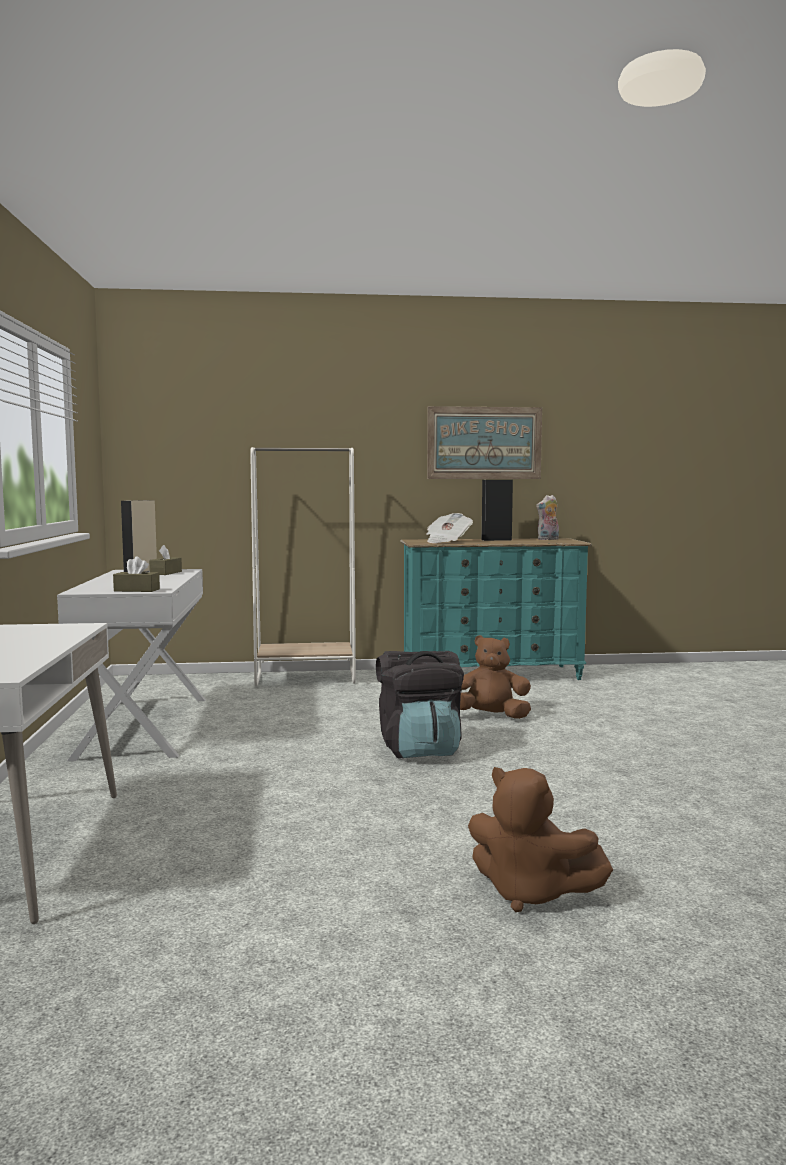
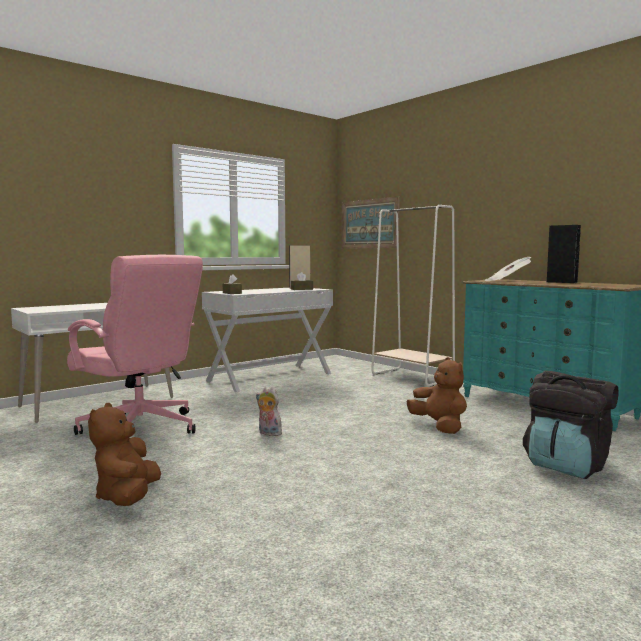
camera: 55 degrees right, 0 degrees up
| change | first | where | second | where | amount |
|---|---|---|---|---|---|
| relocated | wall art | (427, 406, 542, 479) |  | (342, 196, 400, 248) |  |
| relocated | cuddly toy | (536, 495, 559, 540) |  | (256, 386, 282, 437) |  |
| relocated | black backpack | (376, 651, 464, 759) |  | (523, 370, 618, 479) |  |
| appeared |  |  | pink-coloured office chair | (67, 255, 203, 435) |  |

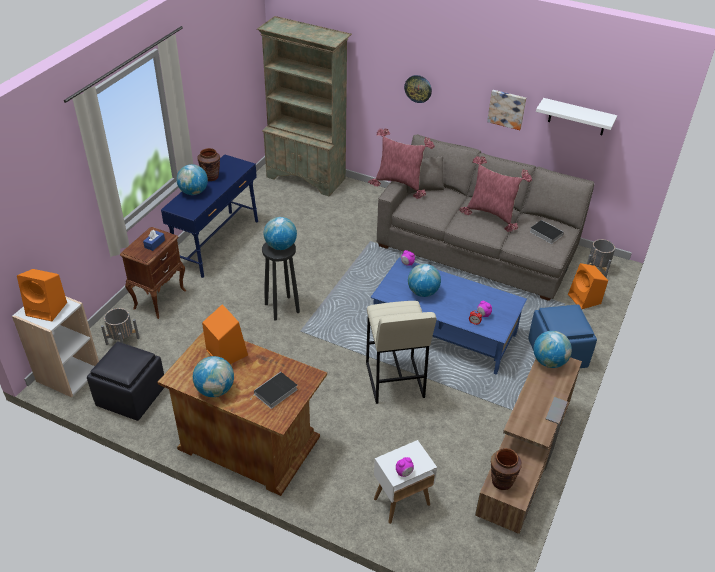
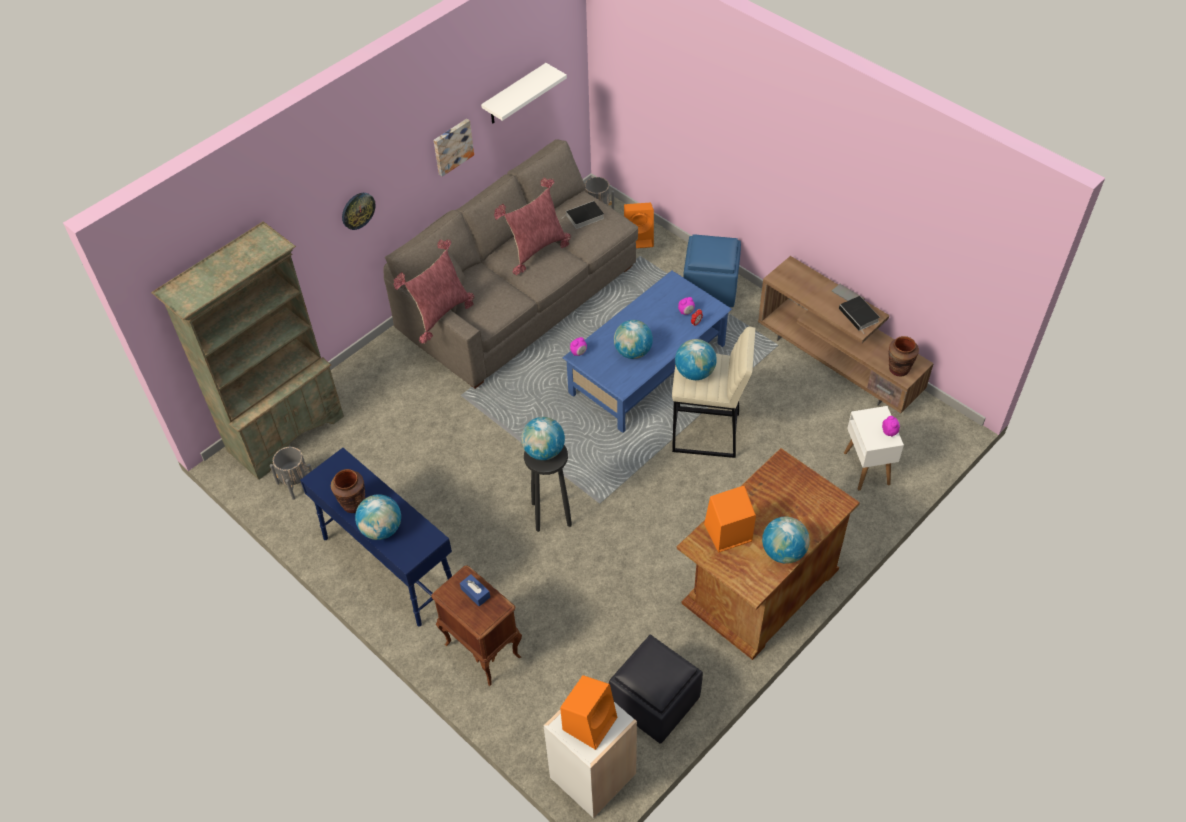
camera: 70 degrees left, 10 degrees up
| change | first | where | second | where | amount |
|---|---|---|---|---|---|
| relocated | grey plant pot | (101, 308, 140, 345) |  | (270, 447, 312, 500) |  |
| relocated | globe | (533, 331, 572, 368) |  | (675, 339, 717, 380) |  |
| relocated | book | (251, 372, 298, 409) |  | (839, 296, 880, 335) |  |

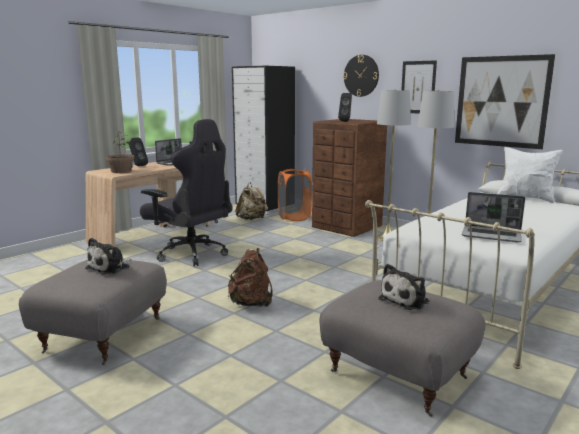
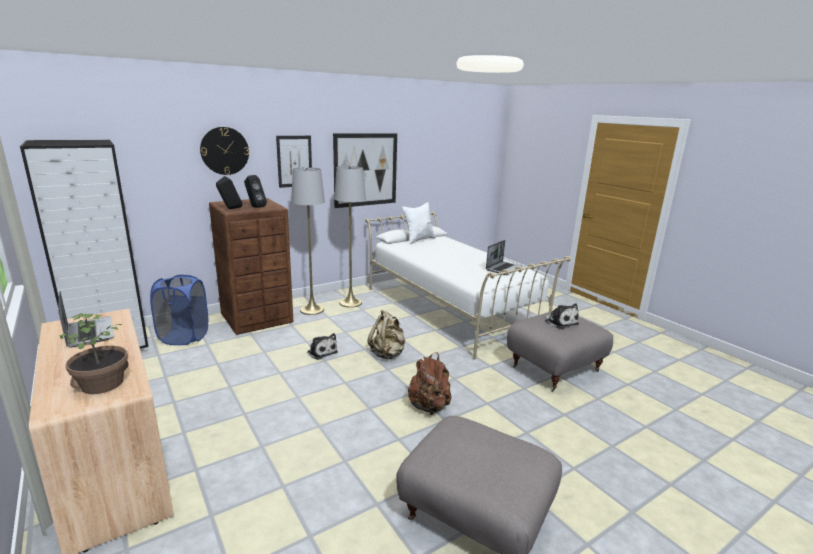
camera: 75 degrees left, 5 degrees up
| change | first | where | second | where | amount |
|---|---|---|---|---|---|
| missing | black office chair | (140, 119, 233, 266) |  |  |  |
| relocated | black speaker | (129, 137, 148, 166) |  | (216, 176, 242, 209) |  |
| colour | orange hamper | (278, 169, 312, 221) | bluish hamper | (150, 275, 208, 345) |  |
| relocated | sand-coloured backpack | (235, 182, 268, 220) |  | (368, 310, 405, 359) |  |
| relocated | cuddly toy | (85, 238, 131, 274) |  | (307, 333, 338, 360) |  |

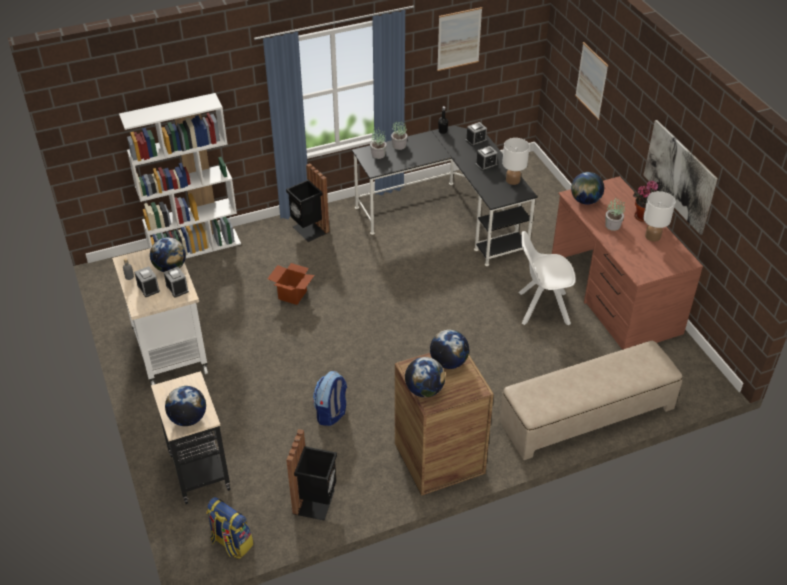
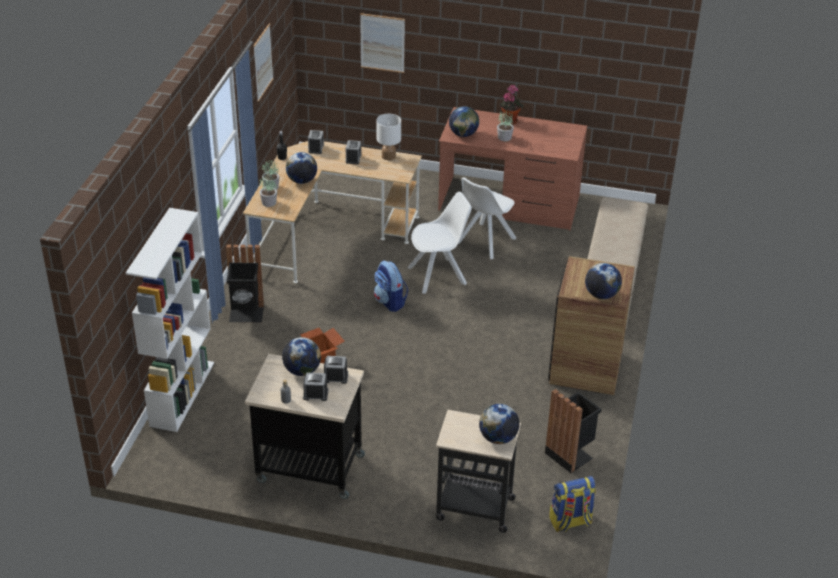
camera: 55 degrees left, 5 degrees down
| change | first | where | second | where | amount |
|---|---|---|---|---|---|
| missing | wall art | (644, 120, 718, 235) |  |  |  |
| colour | black desk | (352, 126, 538, 266) | sand-coloured desk | (243, 141, 422, 283) |  |
| missing | white table lamp | (643, 191, 676, 242) |  |  |  |
| colour | white trolley | (112, 248, 208, 385) | black trolley | (245, 354, 365, 499) |  |
| relocated | globe | (430, 330, 469, 369) |  | (286, 152, 317, 184) |  |
| relocated | backpack | (313, 371, 347, 426) |  | (374, 260, 408, 312) |  |
| appeared |  |  | white upright chair | (407, 192, 472, 294) |  |

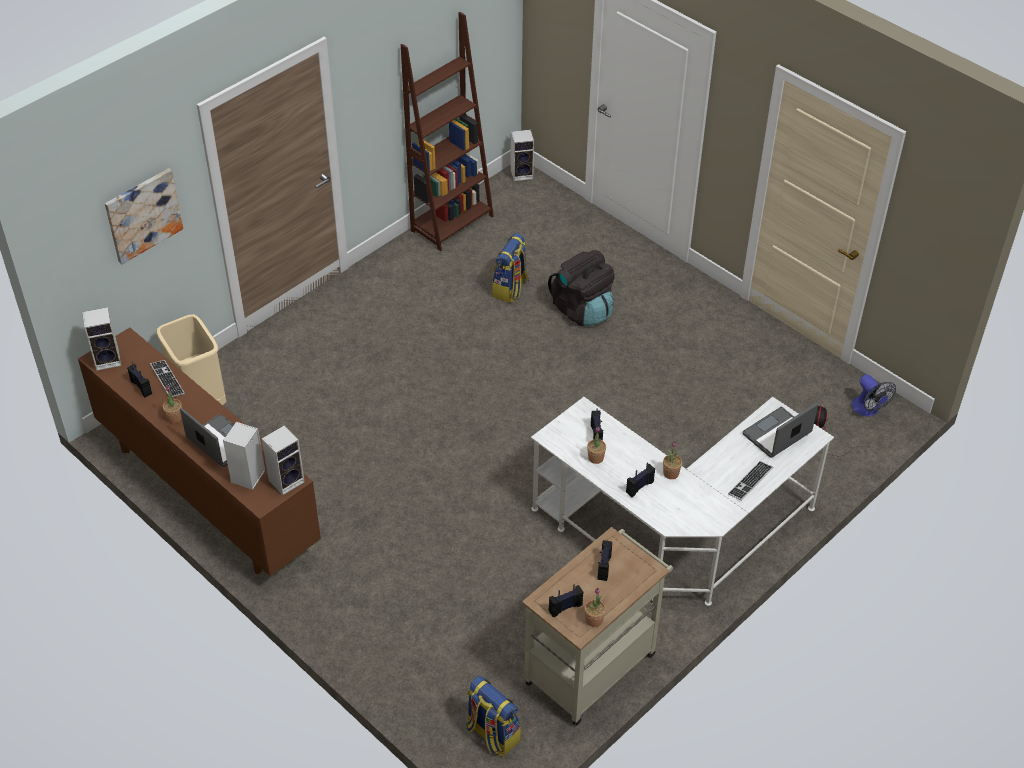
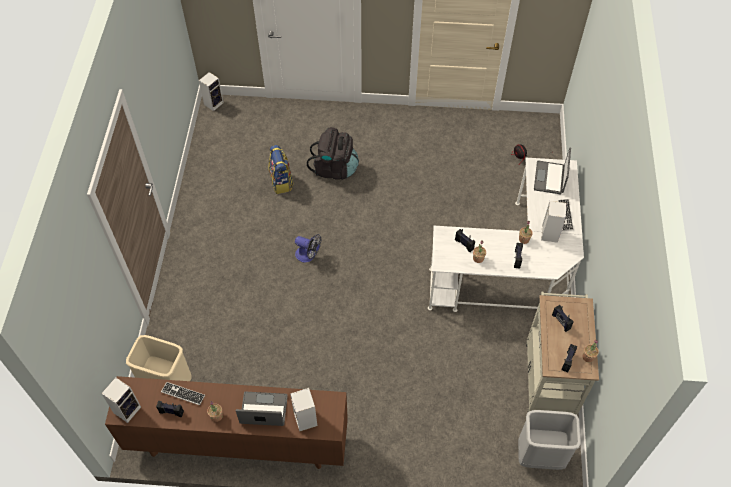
camera: 40 degrees left, 10 degrees up
| change | first | where | second | where | amount |
|---|---|---|---|---|---|
| missing | brown-coloured bookshelf | (401, 12, 494, 251) |  |  |  |
| missing | wall art | (105, 168, 183, 264) |  |  |  |
| relocated | fan | (852, 374, 896, 417) |  | (295, 234, 321, 263) |  |
| relocated | speaker | (262, 426, 304, 495) |  | (541, 201, 566, 243) |  |
| exchanged | backpack | (467, 676, 521, 757) | grey waste bin | (518, 410, 581, 470) |  |

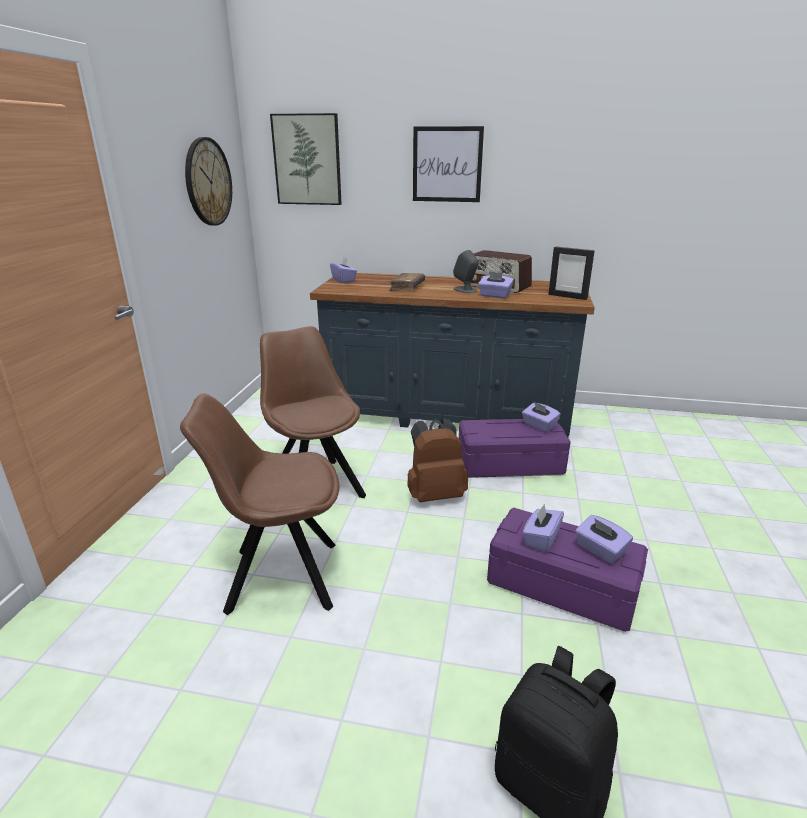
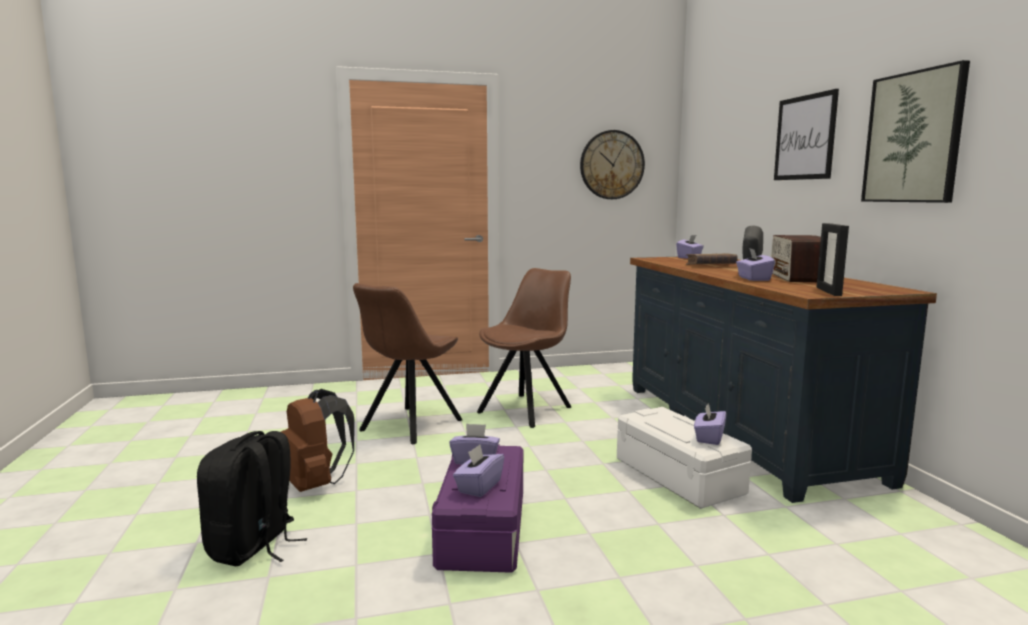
camera: 65 degrees right, 15 degrees down
| change | first | where | second | where | amount |
|---|---|---|---|---|---|
| relocated | wall art | (270, 113, 341, 205) |  | (861, 60, 970, 203) |  |
| spun | brown-coloured upright chair | (180, 394, 339, 615) |  | (353, 283, 462, 444) | 120 degrees counterclockwise |
| relocated | brown-coloured backpack | (407, 418, 468, 502) |  | (281, 389, 354, 492) |  |
| colour | purple-coloured storage bin | (459, 419, 570, 478) | white storage bin | (617, 407, 752, 509) |  |

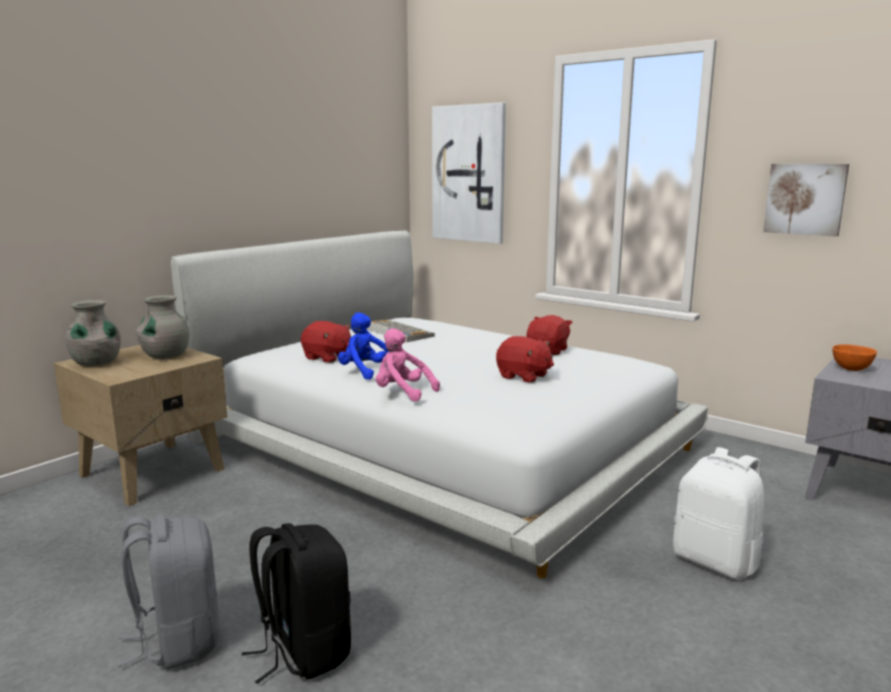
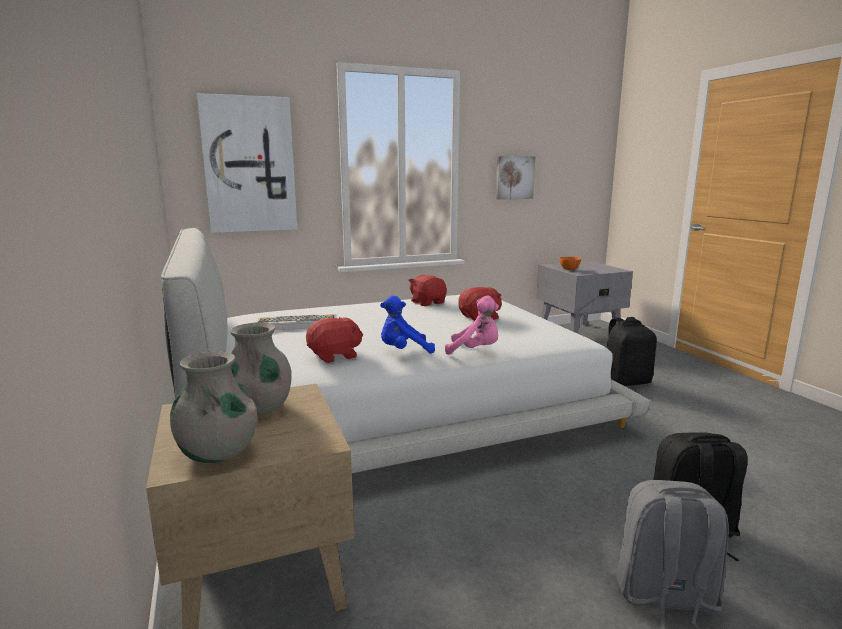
camera: 60 degrees left, 0 degrees up
| change | first | where | second | where | amount |
|---|---|---|---|---|---|
| spun | pink-coloured cuddly toy | (376, 328, 440, 401) |  | (445, 296, 499, 355) | 135 degrees counterclockwise |
| colour | white backpack | (673, 447, 764, 579) | black backpack | (607, 317, 657, 386) |  |

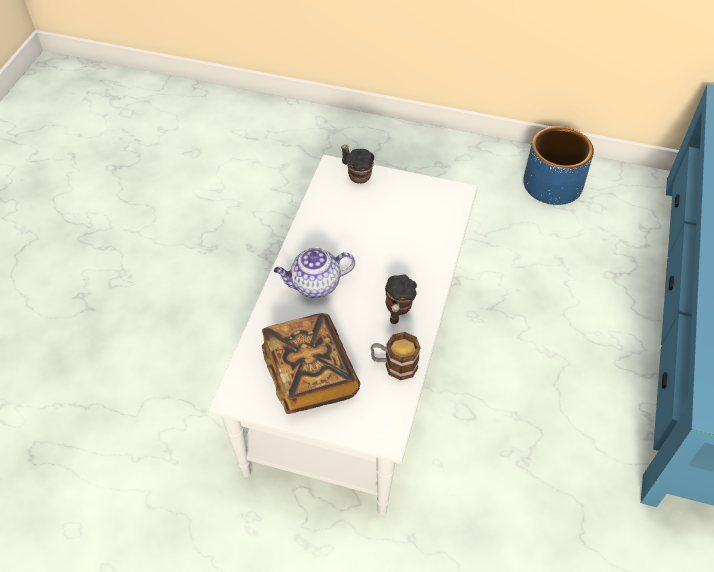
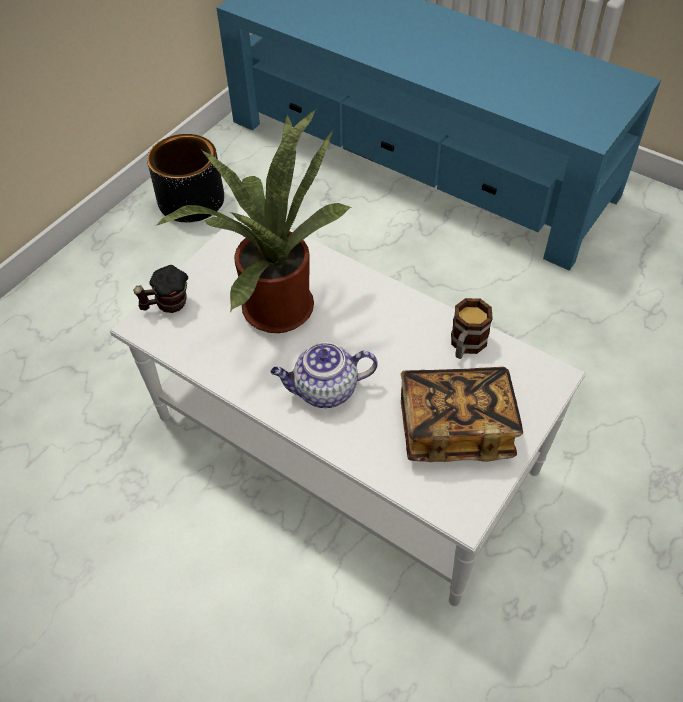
camera: 70 degrees left, 0 degrees up
| change | first | where | second | where | amount |
|---|---|---|---|---|---|
| colour | bluish plant pot | (523, 127, 594, 205) | black plant pot | (147, 134, 224, 223) |  |
| spun | tea pot | (274, 247, 355, 298) |  | (271, 342, 378, 408) | 75 degrees clockwise |
| missing | coffee mug | (385, 274, 417, 324) |  |  |  |
| appeared |  |  | potted plant | (157, 109, 352, 333) |  |

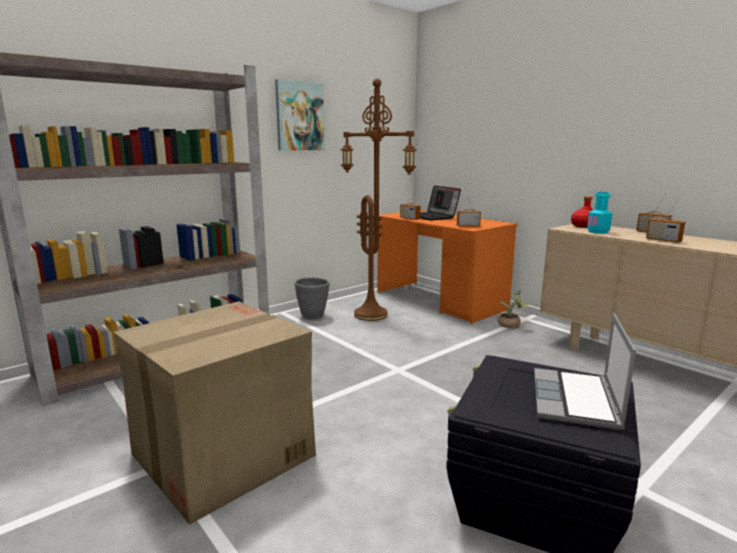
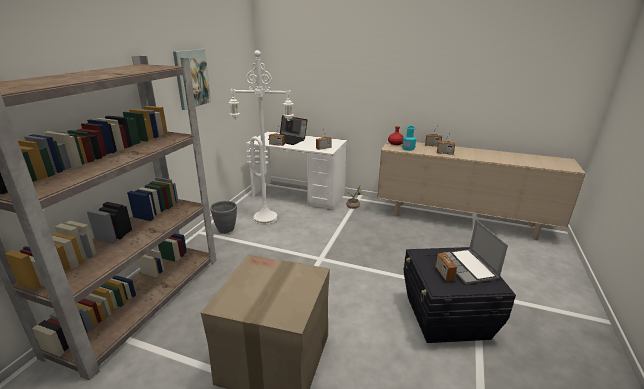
camera: 30 degrees left, 10 degrees up
| change | first | where | second | where | amount |
|---|---|---|---|---|---|
| colour | brown-coloured floor lamp | (341, 79, 417, 321) | white floor lamp | (228, 50, 294, 225) |  |
| colour | orange desk | (378, 210, 517, 324) | white desk | (246, 131, 347, 211) |  |
| appeared |  |  | radio receiver | (435, 246, 458, 281) |  |

